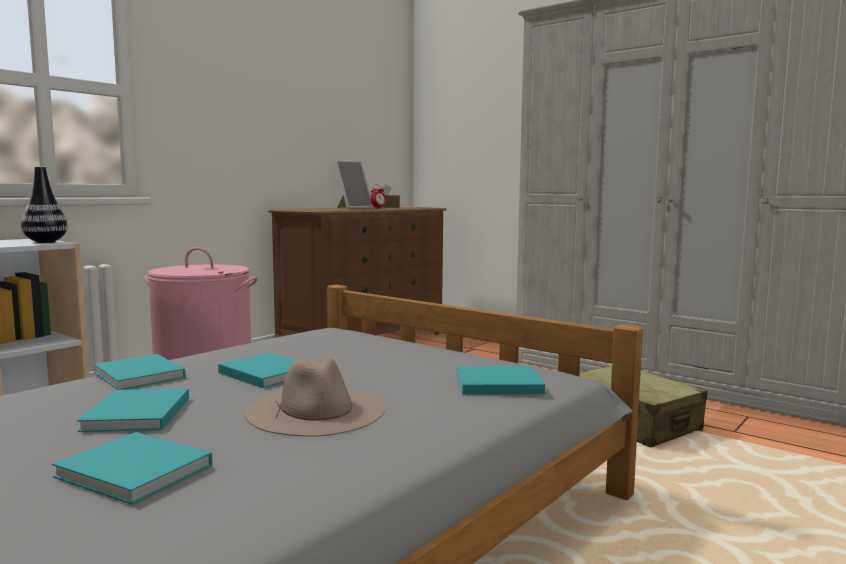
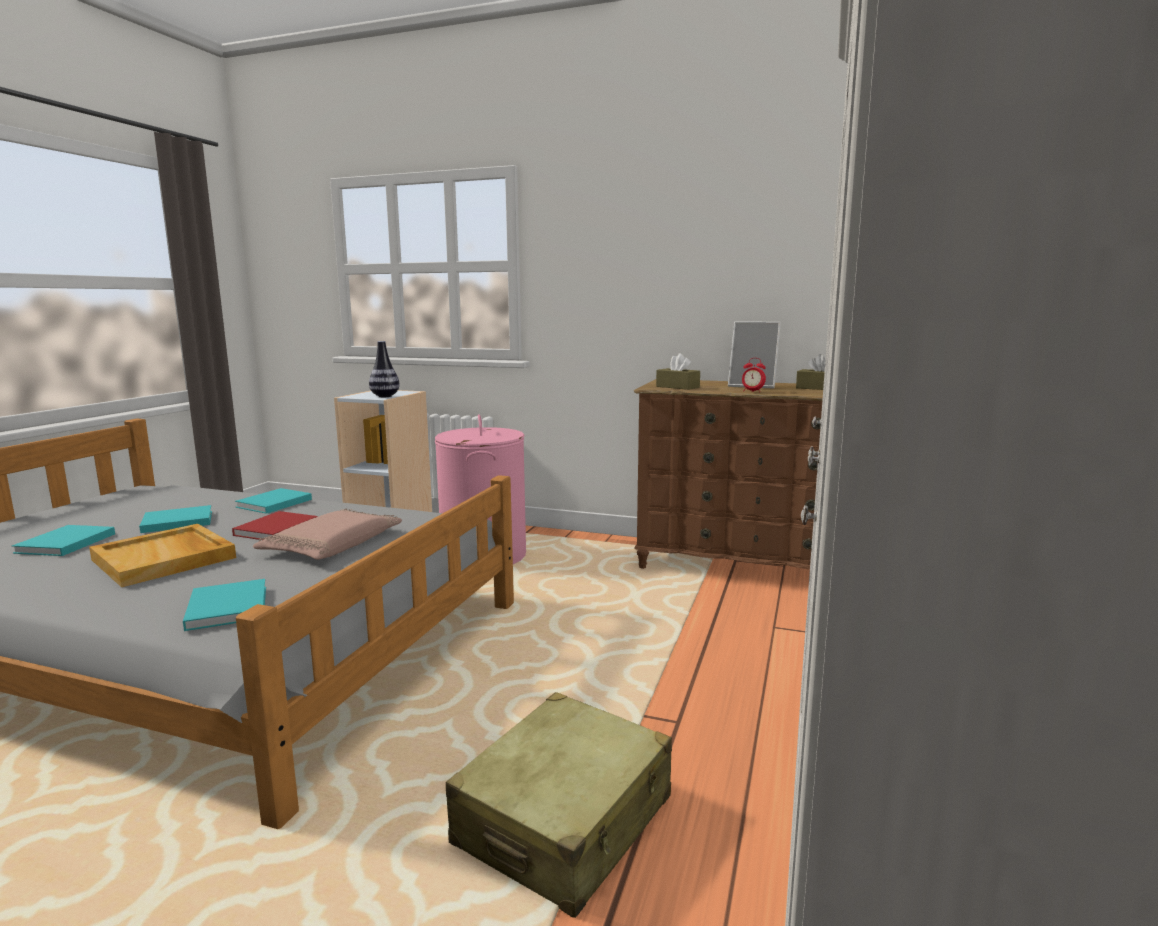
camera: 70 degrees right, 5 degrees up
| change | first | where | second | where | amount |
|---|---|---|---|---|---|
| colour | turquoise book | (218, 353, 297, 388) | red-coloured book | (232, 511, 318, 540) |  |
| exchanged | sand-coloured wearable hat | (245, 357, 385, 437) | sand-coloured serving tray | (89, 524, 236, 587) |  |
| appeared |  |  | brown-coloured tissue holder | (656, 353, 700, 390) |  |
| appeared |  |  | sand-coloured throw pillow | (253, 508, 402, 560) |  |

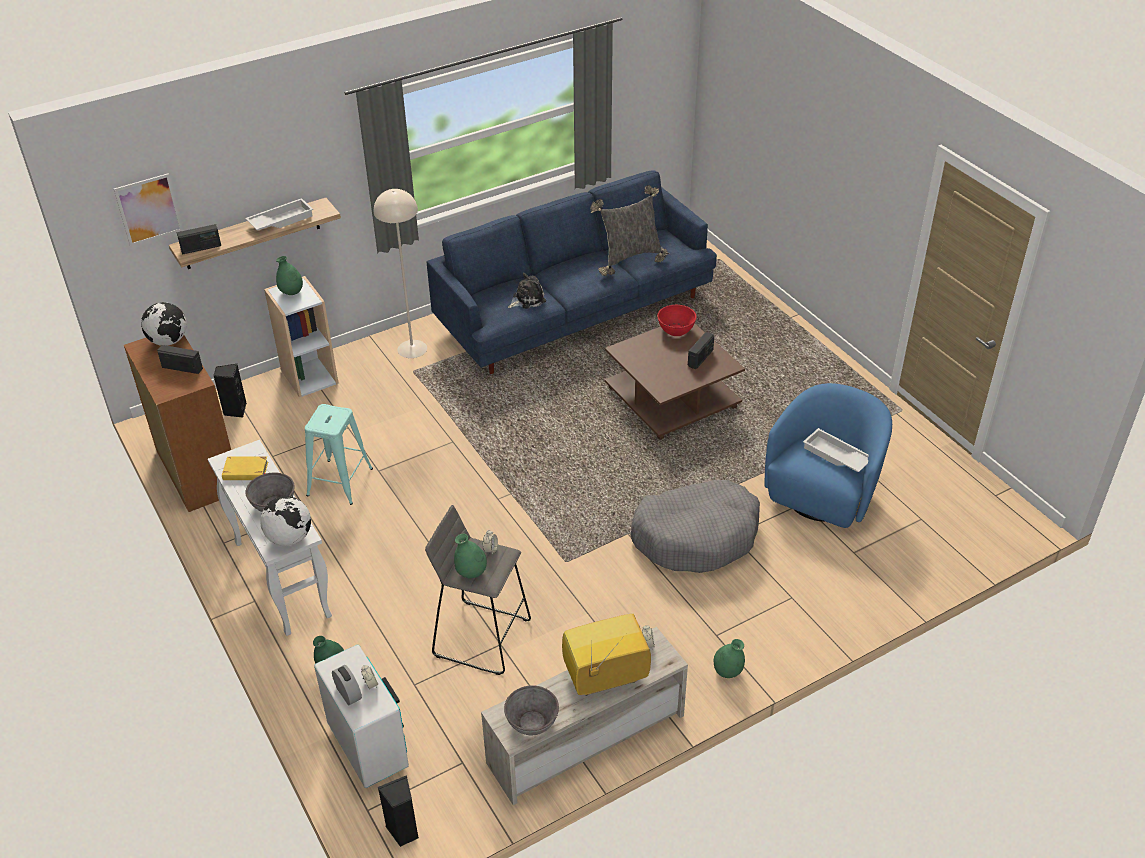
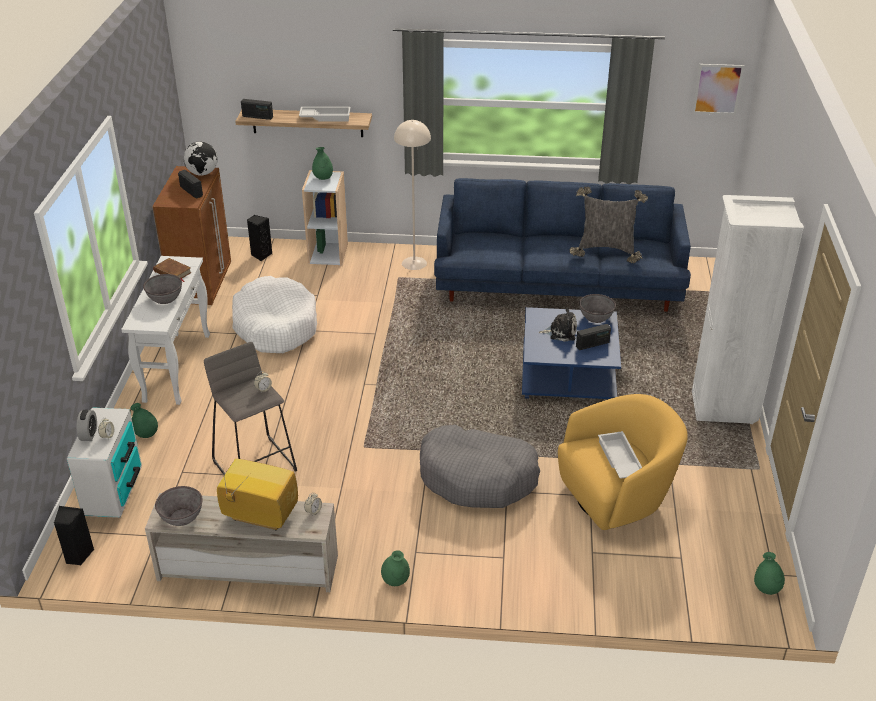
camera: 35 degrees right, 5 degrees down
| change | first | where | second | where | amount |
|---|---|---|---|---|---|
| relocated | wall art | (114, 173, 183, 246) |  | (692, 64, 744, 115) |  |
| relocated | cuddly toy | (508, 273, 546, 309) |  | (538, 307, 577, 342) |  |
| colour | red-coloured deep dish | (657, 305, 697, 336) | grey deep dish | (579, 294, 616, 323) |  |
| colour | brown-coloured lounge table | (605, 324, 745, 440) | bluish lounge table | (522, 307, 621, 399) |  |
| colour | bluish lounge chair | (764, 383, 892, 528) | yellow-coloured lounge chair | (558, 394, 688, 530) |  |
| exchanged | turquoise sitting stool | (305, 404, 373, 505) | white dog cushion | (232, 276, 317, 353) |  |
| colour | yellow-coloured book | (222, 456, 268, 480) | brown-coloured book | (153, 258, 192, 282) |  |
| missing | globe | (260, 496, 311, 546) |  |  |  |
| relocated | green vase | (454, 534, 487, 578) |  | (754, 552, 785, 595) |  |
| appeared |  |  | white storage cabinet | (692, 195, 804, 424) |  |

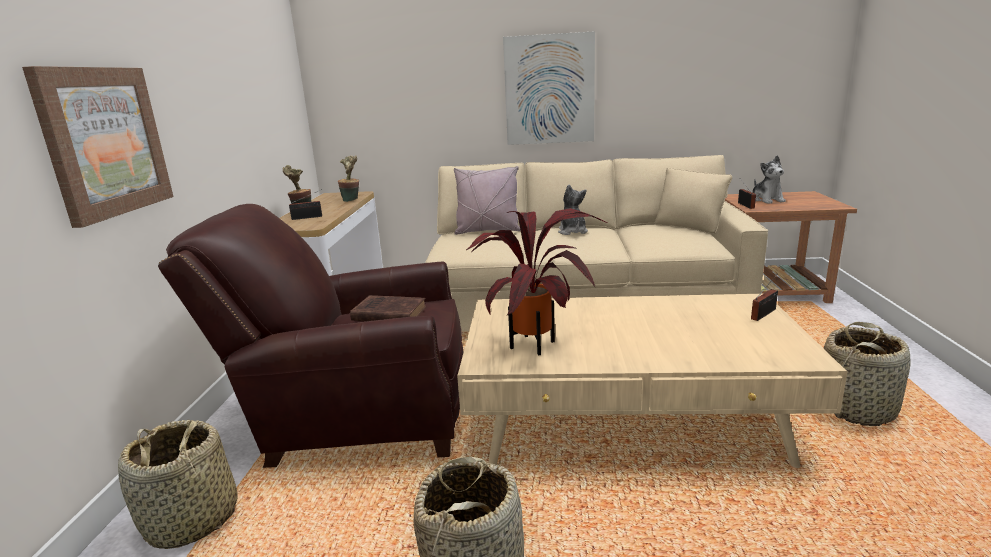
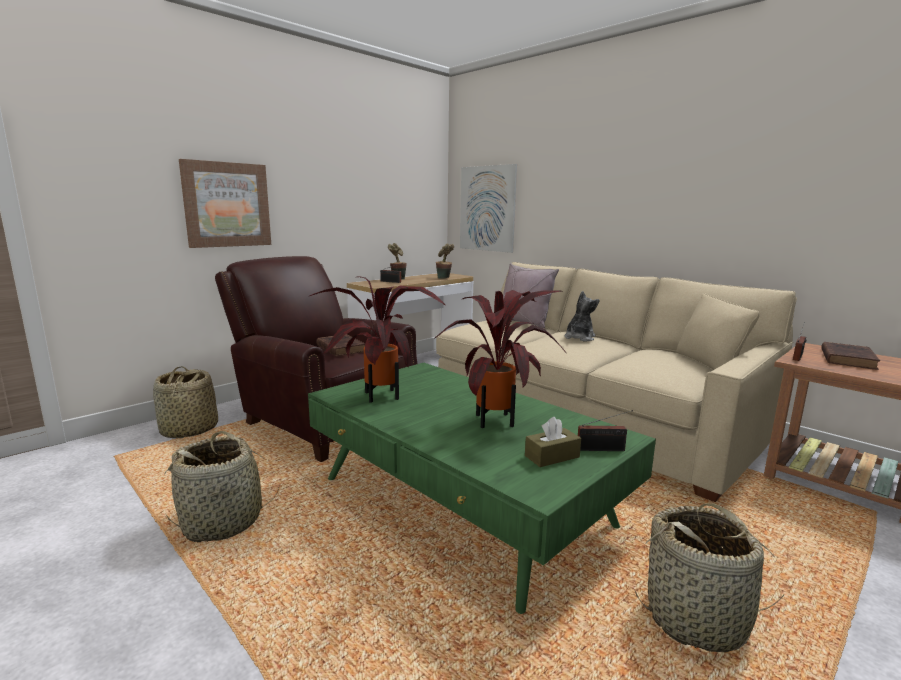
camera: 40 degrees right, 5 degrees down
| change | first | where | second | where | amount |
|---|---|---|---|---|---|
| relocated | wall art | (503, 31, 595, 145) |  | (460, 164, 517, 253) |  |
| exchanged | cuddly toy | (752, 155, 786, 204) | brown-coloured book | (821, 342, 880, 370) |  |
| colour | sand-coloured lounge table | (457, 294, 848, 468) | green lounge table | (308, 363, 656, 614) |  |
| appeared |  |  | potted plant | (435, 290, 566, 428) |  |
| appeared |  |  | brown-coloured tissue holder | (525, 417, 581, 467) |  |

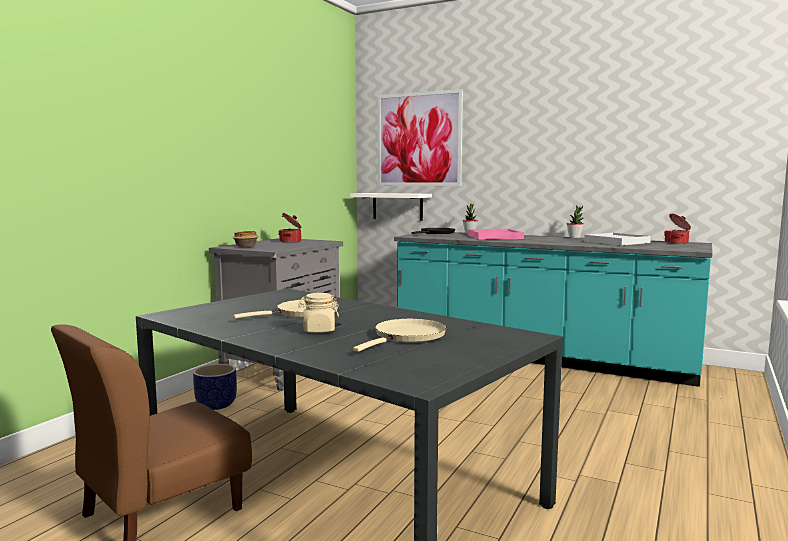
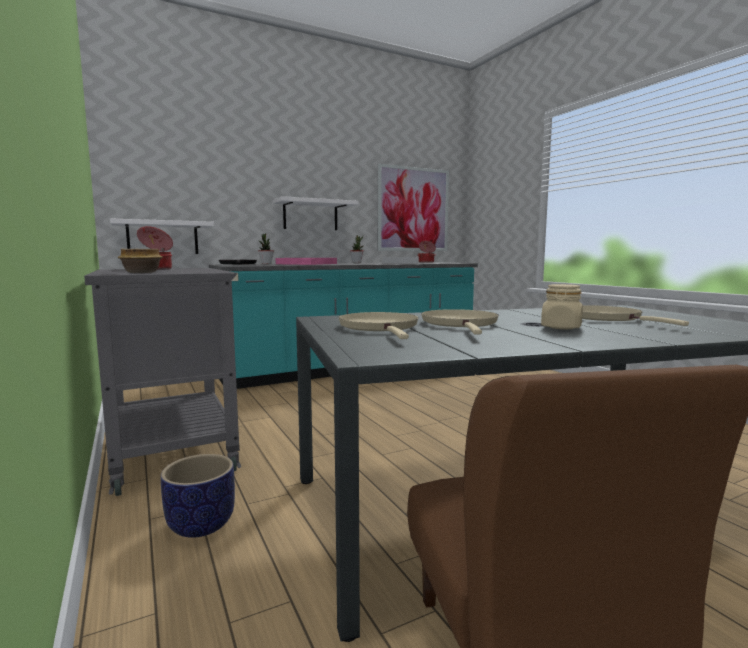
camera: 55 degrees left, 0 degrees up
| change | first | where | second | where | amount |
|---|---|---|---|---|---|
| relocated | wall art | (378, 89, 463, 186) |  | (378, 164, 449, 251) |  |
| appeared |  |  | white bracket shelf | (273, 196, 359, 230) |  |
| appeared |  |  | sand-coloured frying pan | (338, 312, 418, 339) |  |

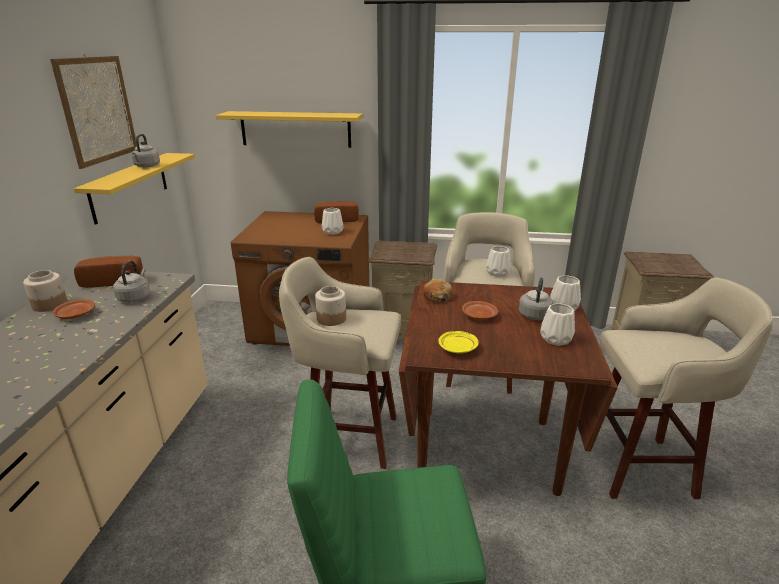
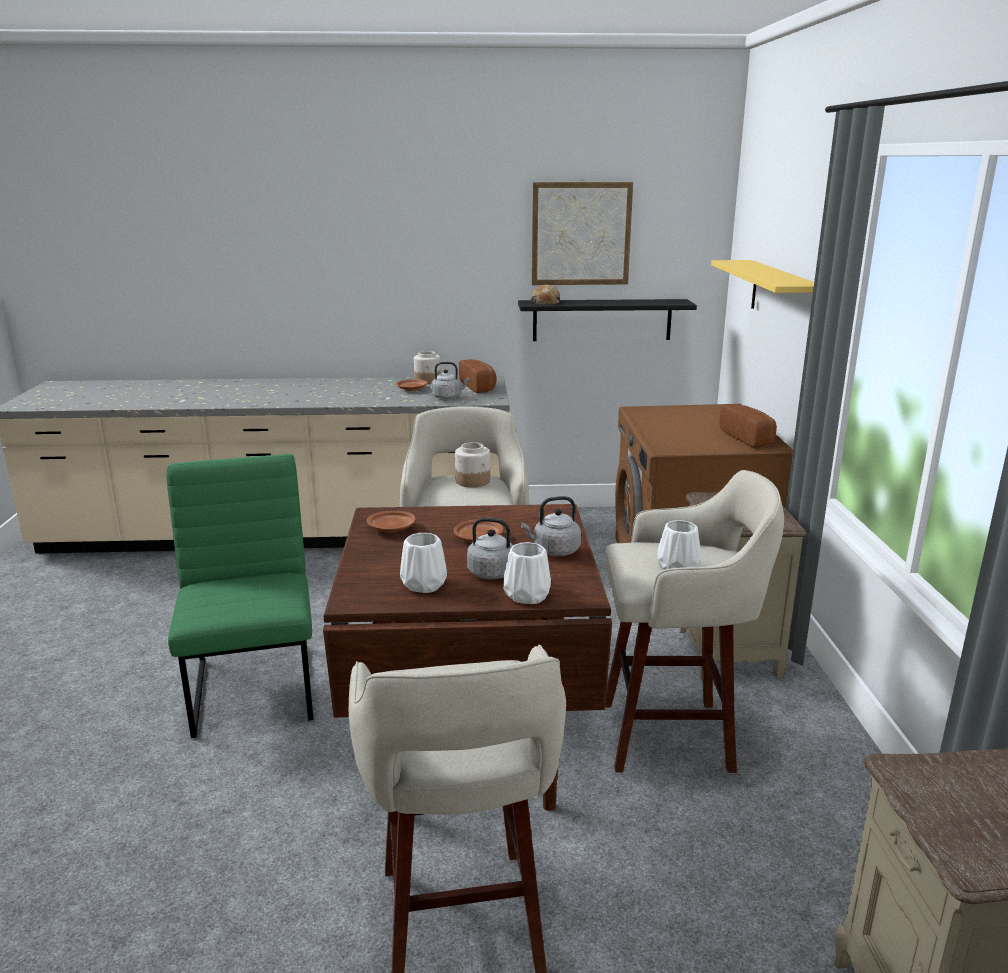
camera: 80 degrees right, 5 degrees down
| change | first | where | second | where | amount |
|---|---|---|---|---|---|
| relocated | grey tea kettle | (132, 134, 160, 167) |  | (521, 496, 581, 556) |  |
| colour | yellow-coloured bracket shelf | (74, 153, 195, 225) | black bracket shelf | (518, 299, 697, 341) |  |
| missing | white vase | (322, 208, 343, 235) |  |  |  |
| relocated | bread | (424, 279, 453, 303) |  | (531, 285, 560, 304) |  |
| colour | yellow-coloured dinner plate | (438, 331, 479, 353) | brown-coloured dinner plate | (367, 511, 416, 533) |  |

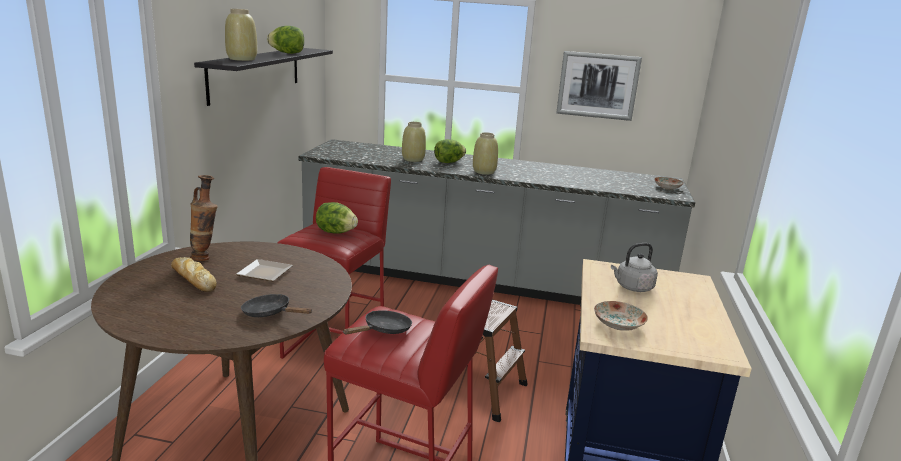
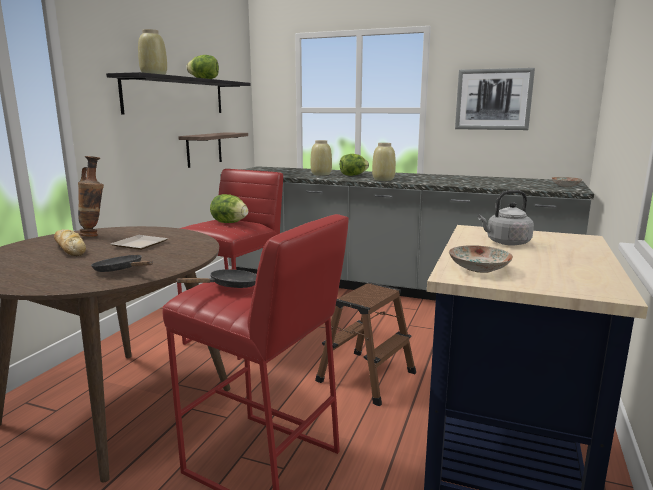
camera: 10 degrees right, 5 degrees down
| change | first | where | second | where | amount |
|---|---|---|---|---|---|
| appeared |  |  | bracket shelf | (178, 132, 248, 168) |  |

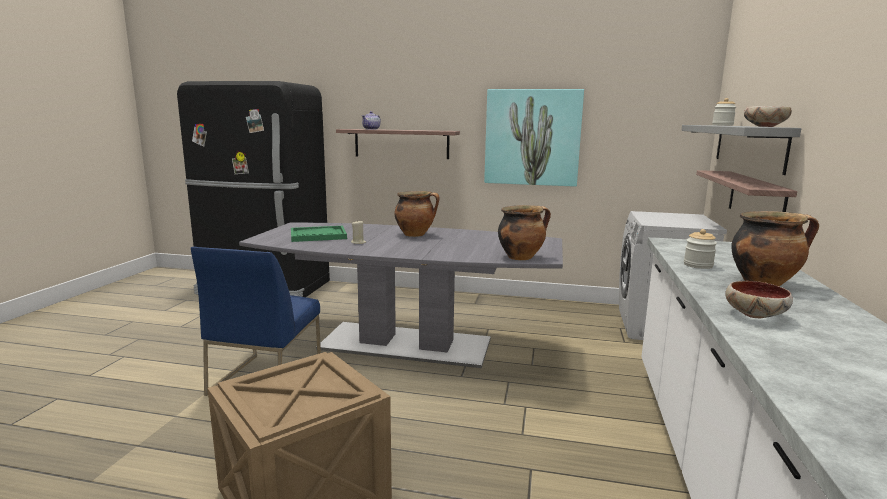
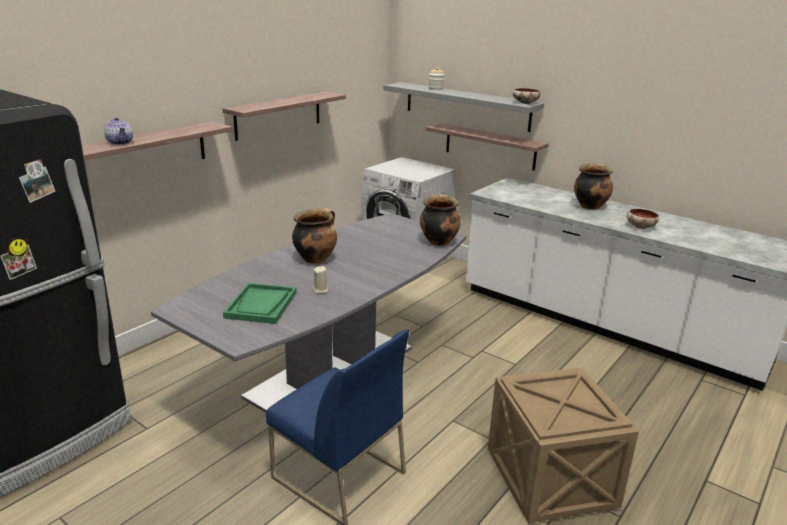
camera: 65 degrees left, 10 degrees up
| change | first | where | second | where | amount |
|---|---|---|---|---|---|
| exchanged | wall art | (484, 89, 584, 187) | bracket shelf | (223, 92, 346, 141) |  |
| missing | jar | (684, 229, 717, 269) |  |  |  |

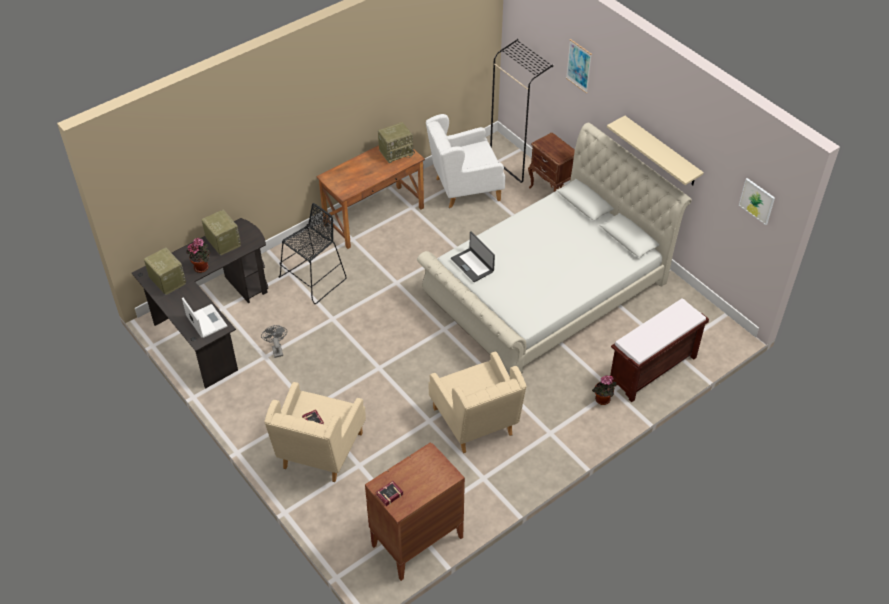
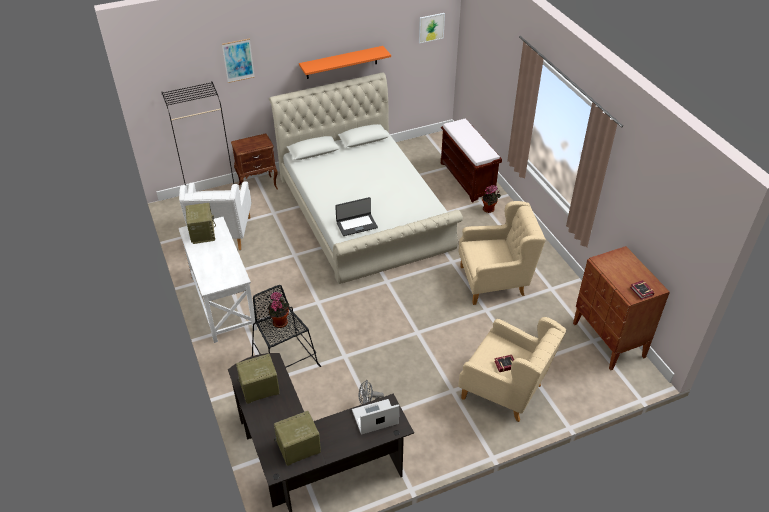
camera: 75 degrees left, 5 degrees down
| change | first | where | second | where | amount |
|---|---|---|---|---|---|
| colour | sand-coloured bracket shelf | (607, 116, 704, 185) | orange bracket shelf | (299, 46, 391, 79) |  |
| colour | brown-coloured desk | (316, 145, 425, 249) | white desk | (178, 217, 257, 343) |  |
| relocated | potted plant | (186, 238, 210, 273) |  | (267, 291, 289, 328) |  |

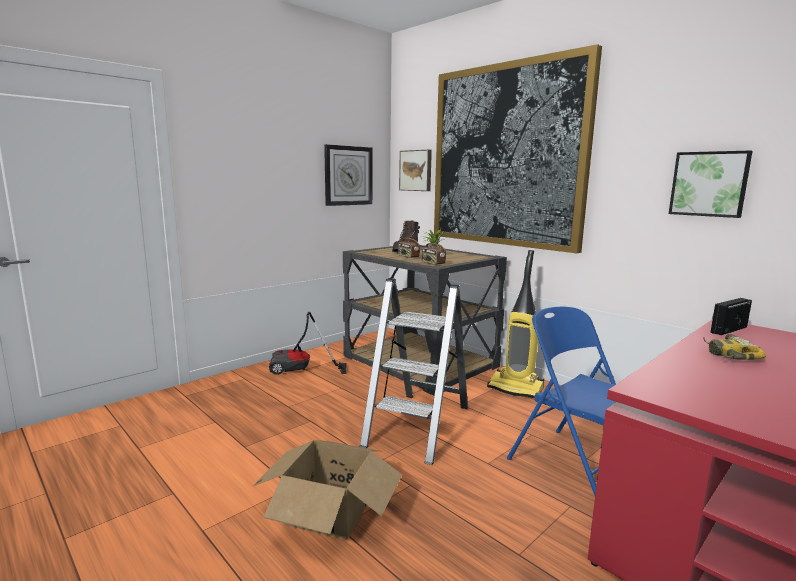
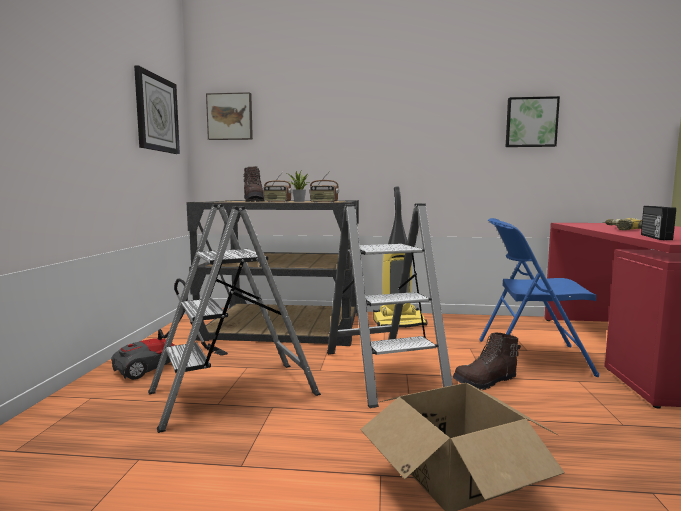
camera: 40 degrees left, 5 degrees down
| change | first | where | second | where | amount |
|---|---|---|---|---|---|
| missing | wall art | (434, 44, 602, 253) |  |  |  |
| relocated | radio receiver | (710, 298, 752, 335) |  | (641, 206, 676, 240) |  |
| appeared |  |  | grey stepladder | (148, 204, 321, 433) |  |
| appeared |  |  | brown-coloured boot | (452, 332, 521, 390) |  |

